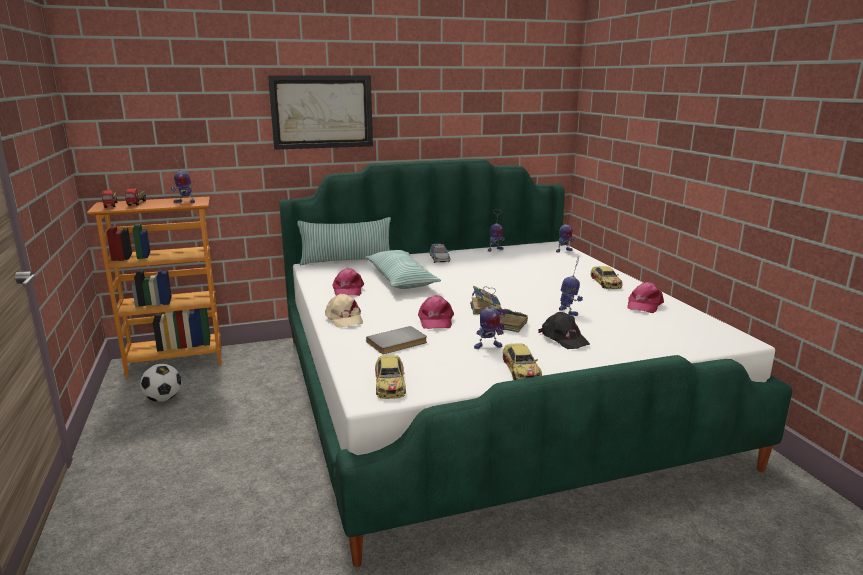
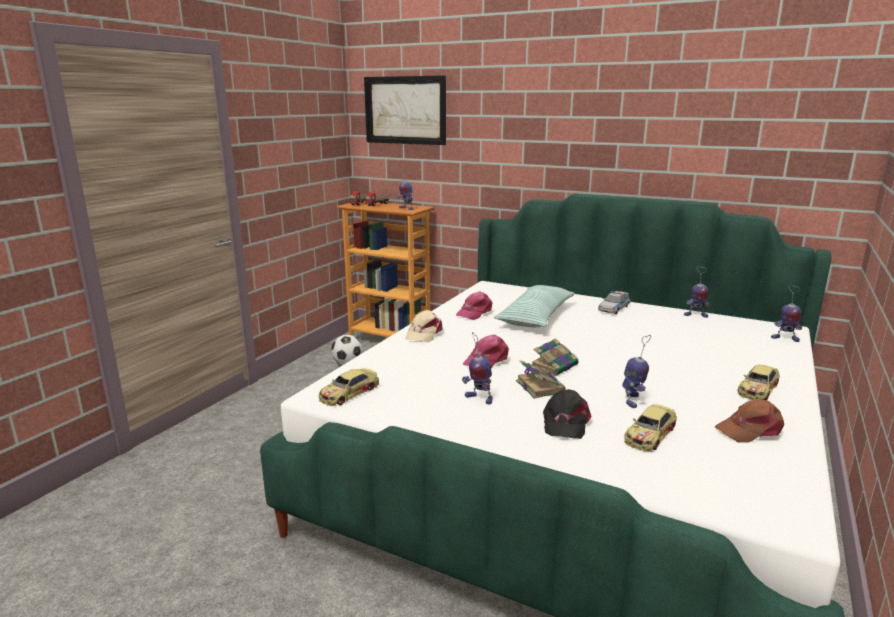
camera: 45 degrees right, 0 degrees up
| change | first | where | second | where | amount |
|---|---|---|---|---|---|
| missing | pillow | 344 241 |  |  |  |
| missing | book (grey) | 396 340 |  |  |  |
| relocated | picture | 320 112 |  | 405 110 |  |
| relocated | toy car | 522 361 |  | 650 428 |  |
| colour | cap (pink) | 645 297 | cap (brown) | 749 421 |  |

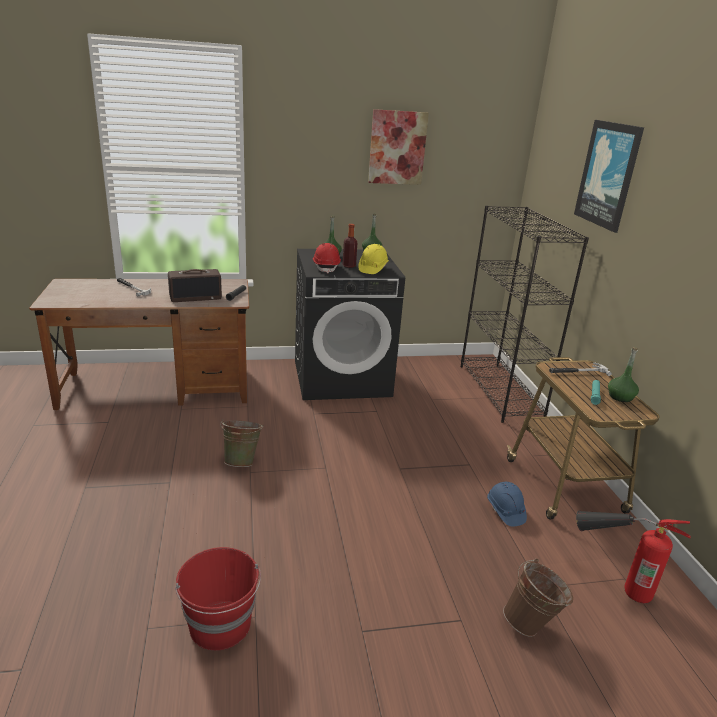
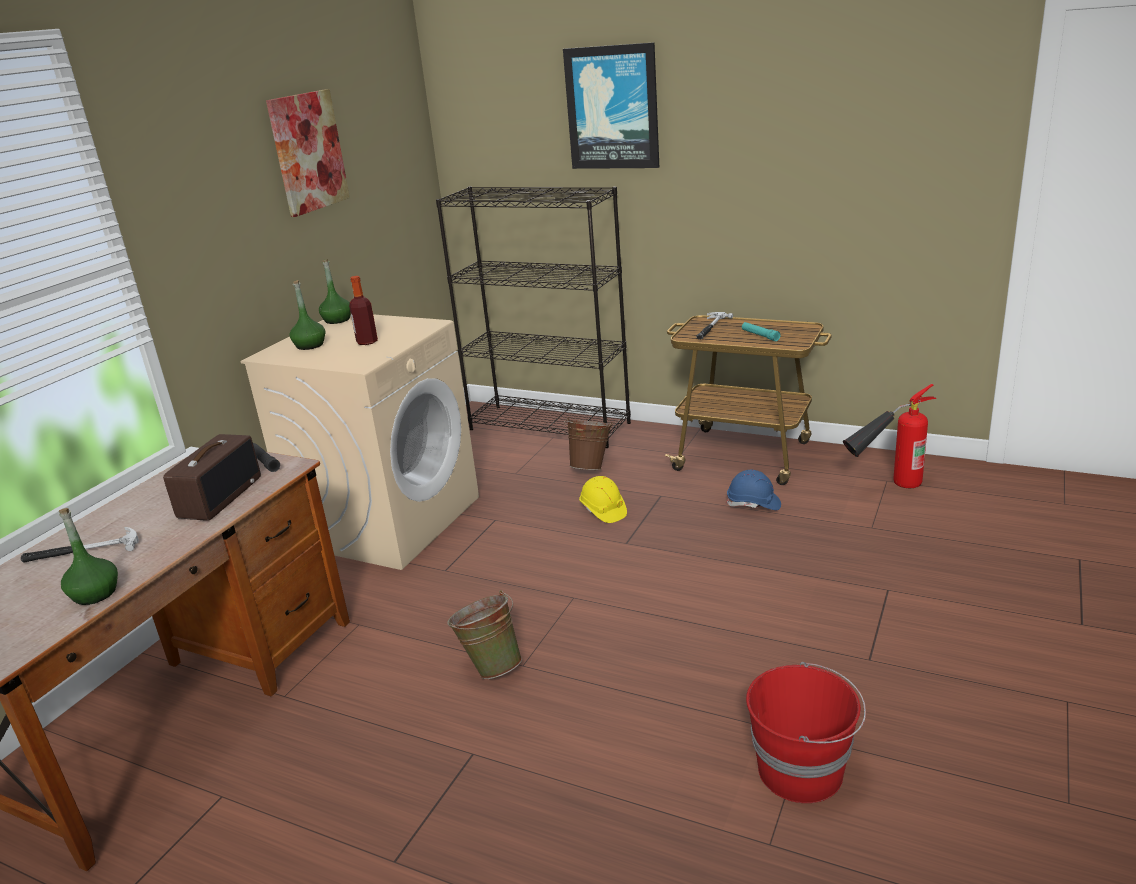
camera: 50 degrees left, 0 degrees up
| change | first | where | second | where | amount |
|---|---|---|---|---|---|
| missing | hard hat (red) | 327 258 |  |  |  |
| relocated | hard hat (yellow) | 374 259 |  | 603 499 |  |
| relocated | bucket (brown) | 538 598 |  | 588 443 |  |
| relocated | bottle (green) | 623 374 |  | 88 556 |  |
| colour | washing machine (black) | 350 324 | washing machine (beige) | 360 442 |  |

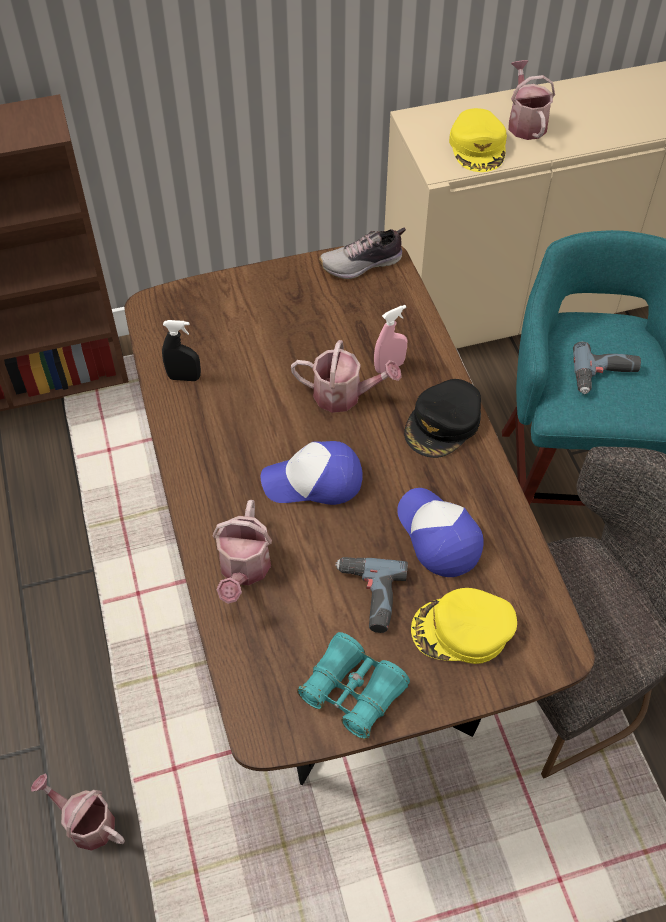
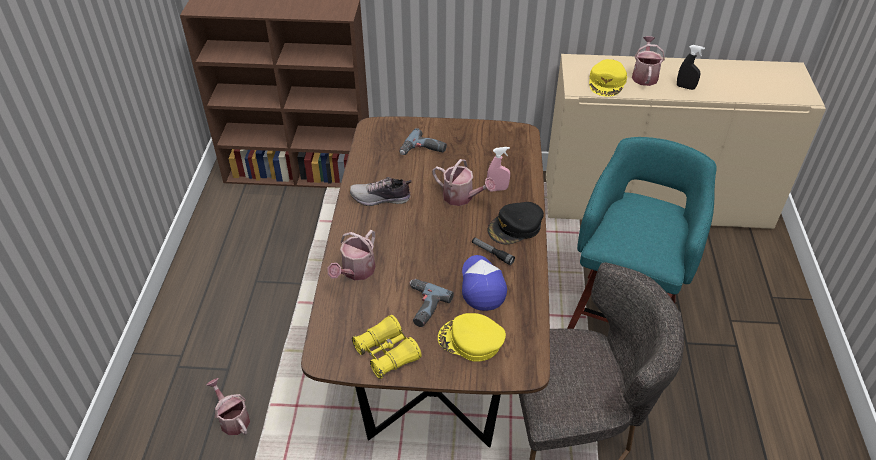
camera: 20 degrees right, 10 degrees down
| change | first | where | second | where | amount |
|---|---|---|---|---|---|
| missing | cap | 312 473 |  |  |  |
| appeared |  |  | flashlight | 493 251 |  |
| relocated | spray bottle (black) | 181 350 |  | 691 67 |  |
| relocated | shoe | 362 253 |  | 380 191 |  |
| relocated | power drill | 607 368 |  | 423 141 |  |
| colour | binoculars (turquoise) | 353 685 | binoculars (yellow) | 386 347 |  |

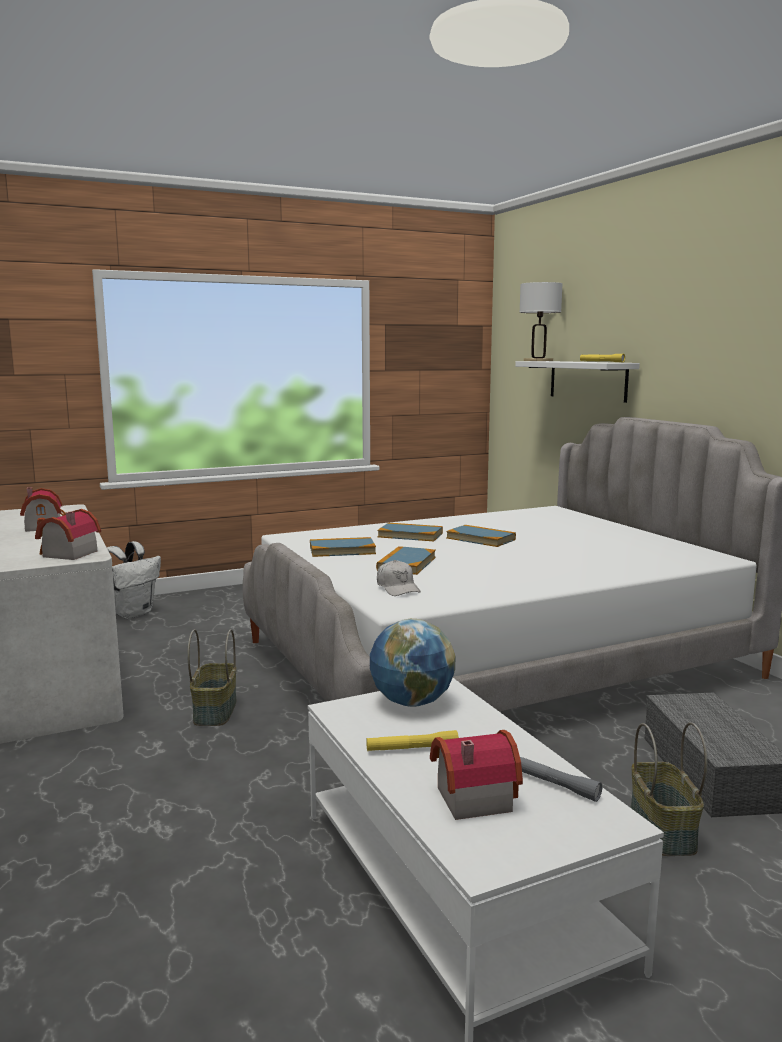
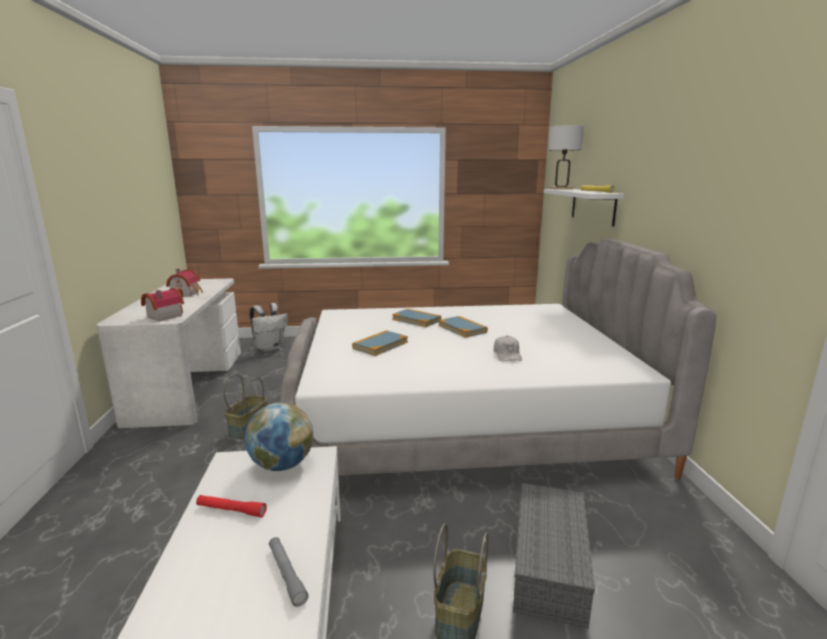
camera: 20 degrees right, 5 degrees up
| change | first | where | second | where | amount |
|---|---|---|---|---|---|
| missing | book | 343 547 |  |  |  |
| missing | toy house | 476 775 |  |  |  |
| relocated | cap (white) | 399 578 |  | 508 348 |  |
| colour | flashlight (yellow) | 412 740 | flashlight (red) | 231 506 |  |

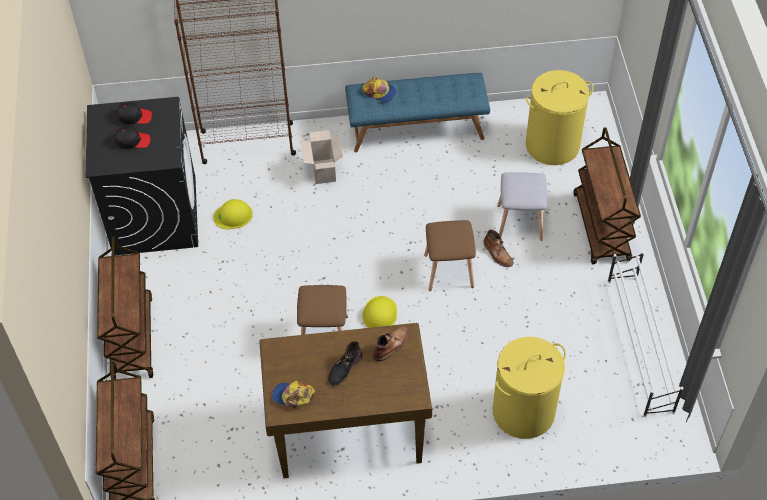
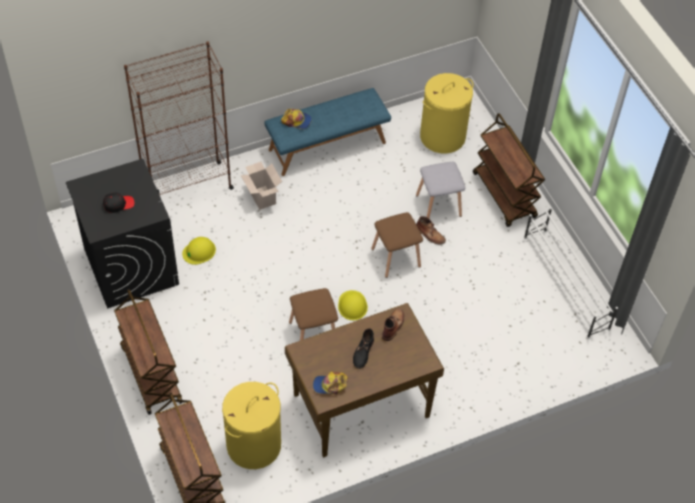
camera: 20 degrees left, 0 degrees up
| change | first | where | second | where | amount |
|---|---|---|---|---|---|
| missing | cap (black) | 134 113 |  |  |  |
| relocated | laundry basket (yellow) | 529 388 |  | 251 425 |  |

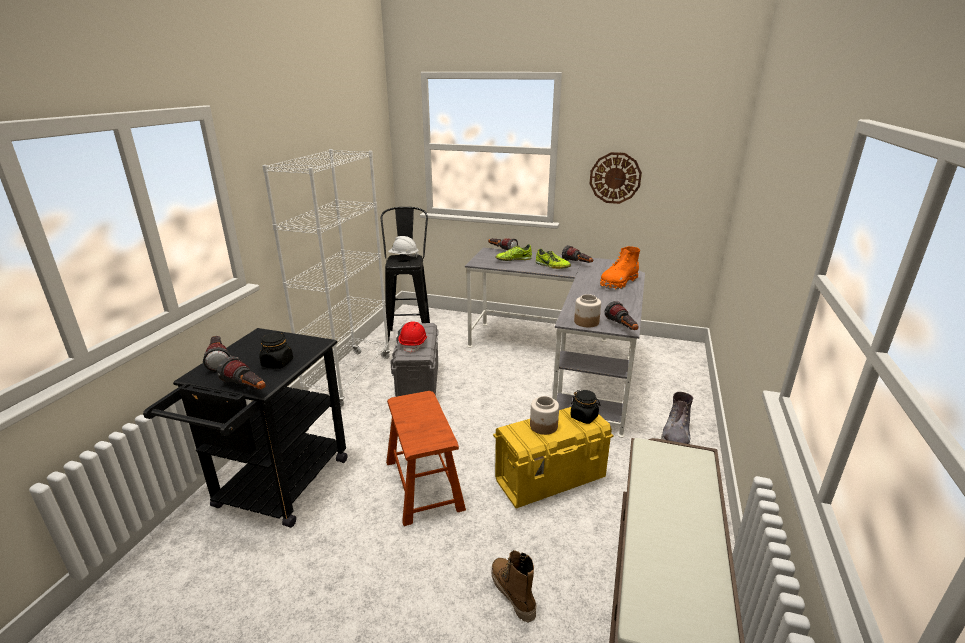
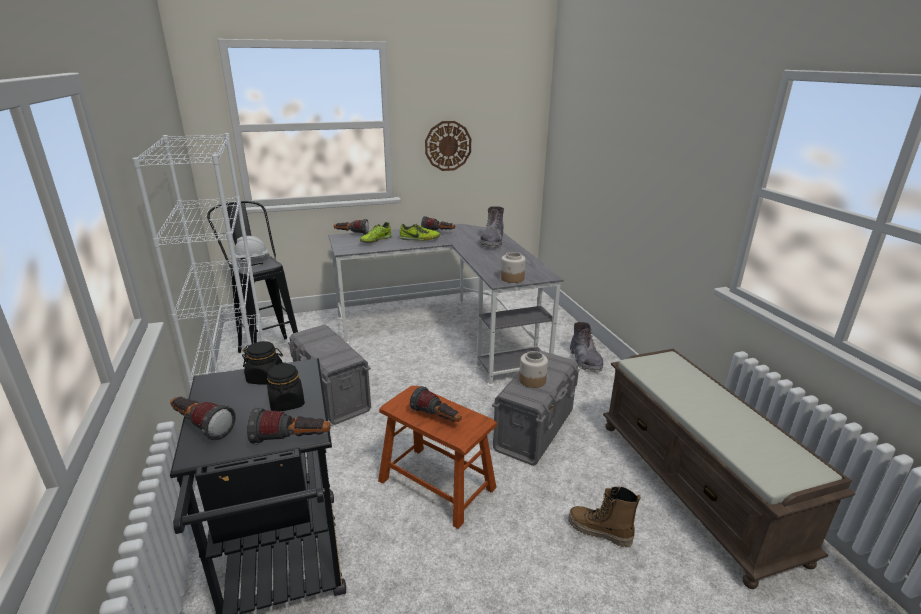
camera: 35 degrees left, 0 degrees up
| change | first | where | second | where | amount |
|---|---|---|---|---|---|
| missing | hard hat (red) | 413 337 |  |  |  |
| relocated | jar (black) | 585 407 |  | 262 363 |  |
| relocated | flashlight | 622 315 |  | 436 404 |  |
| colour | storage box (yellow) | 553 457 | storage box (grey) | 536 408 |  |
| colour | boot (orange) | 620 267 | boot (grey) | 492 227 |  |

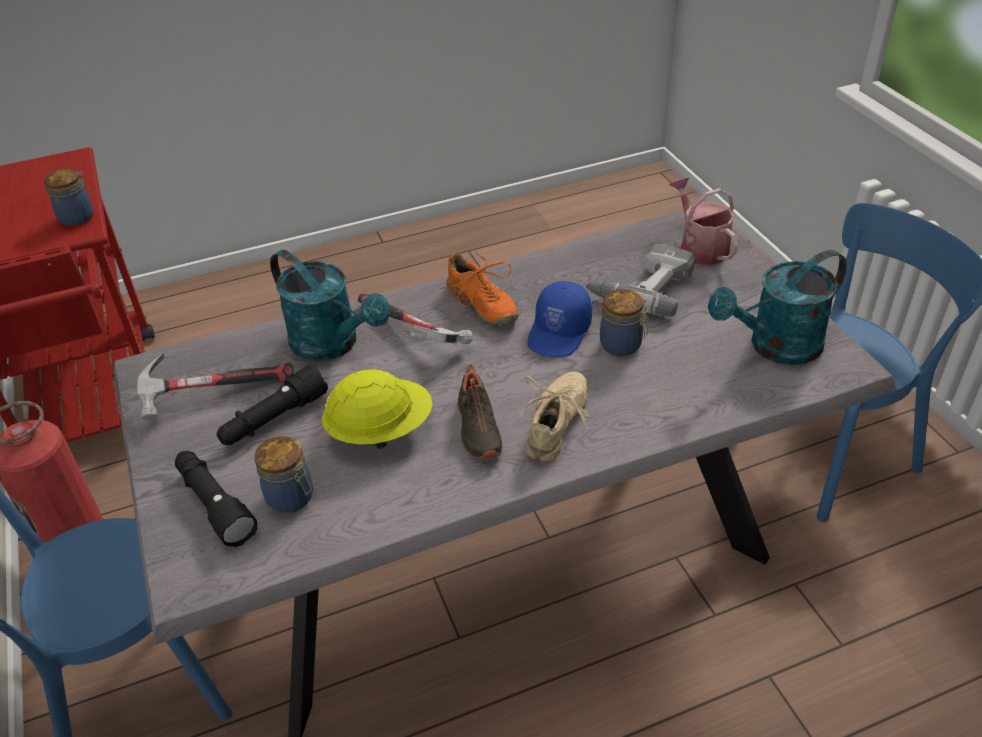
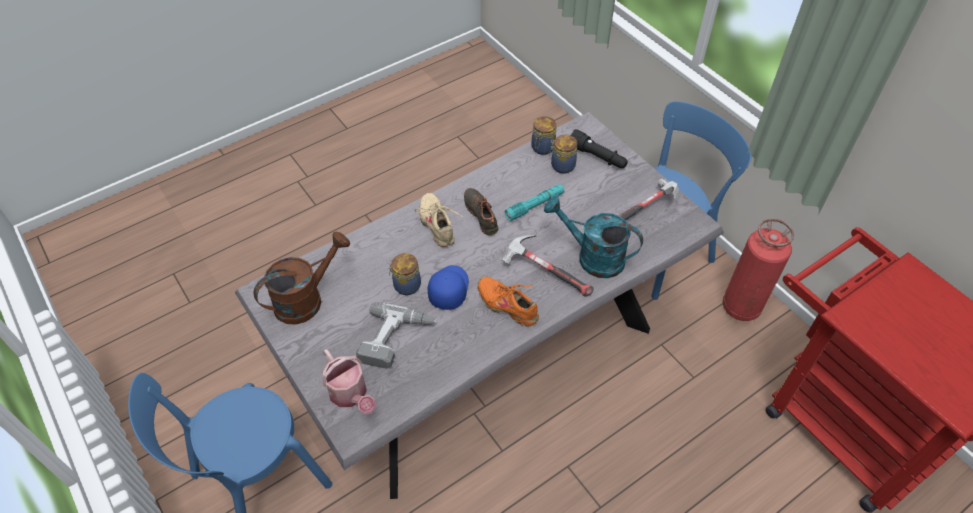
camera: 165 degrees right, 10 degrees up
| change | first | where | second | where | amount |
|---|---|---|---|---|---|
| missing | flashlight (black) | 272 405 |  |  |  |
| relocated | jar | 68 197 |  | 543 135 |  |
| exchanged | hard hat (yellow) | 377 409 | flashlight (turquoise) | 534 202 |  |
| colour | watering can (turquoise) | 777 307 | watering can (brown) | 301 278 |  |
| spun | shoe (beige) | 553 417 |  | 438 220 | 150 degrees clockwise |

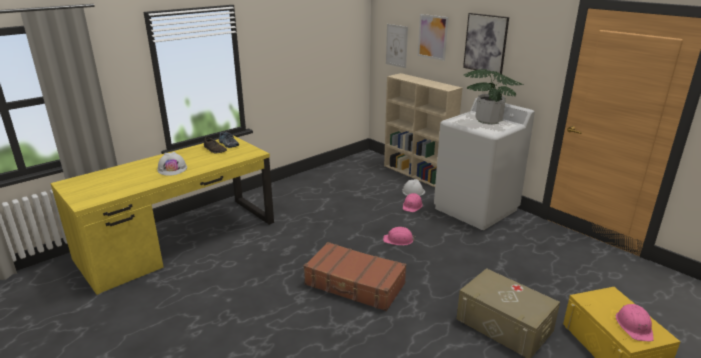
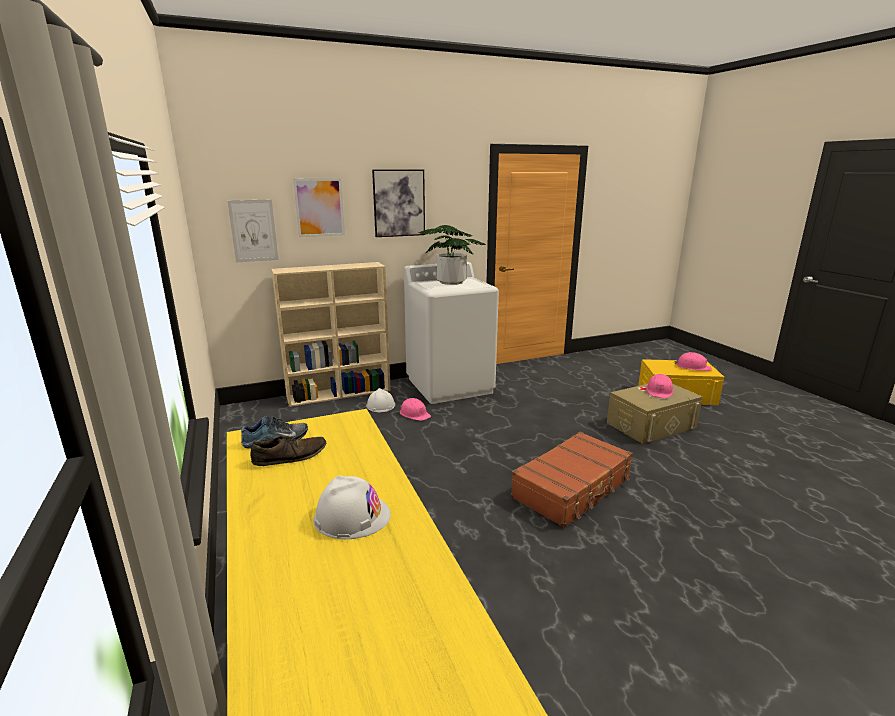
camera: 70 degrees left, 5 degrees down
| change | first | where | second | where | amount |
|---|---|---|---|---|---|
| relocated | hard hat (pink) | 399 236 |  | 660 386 |  |

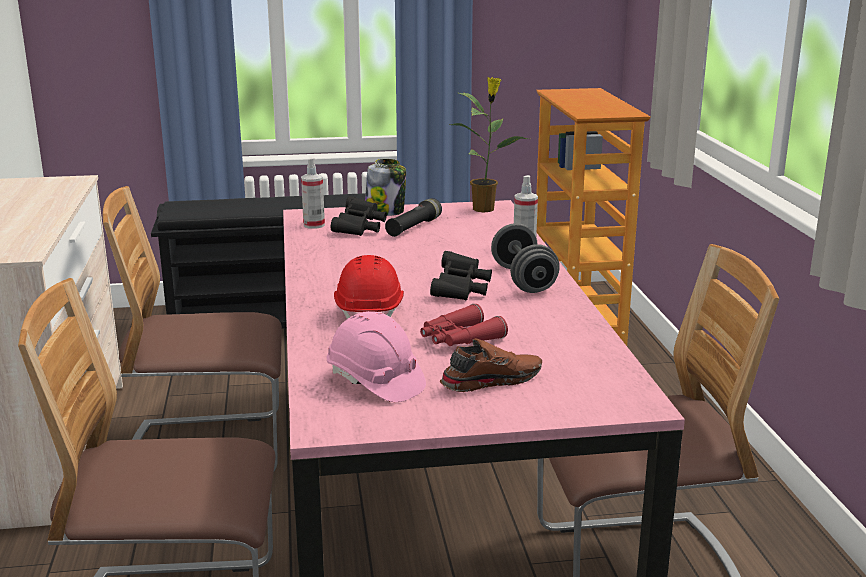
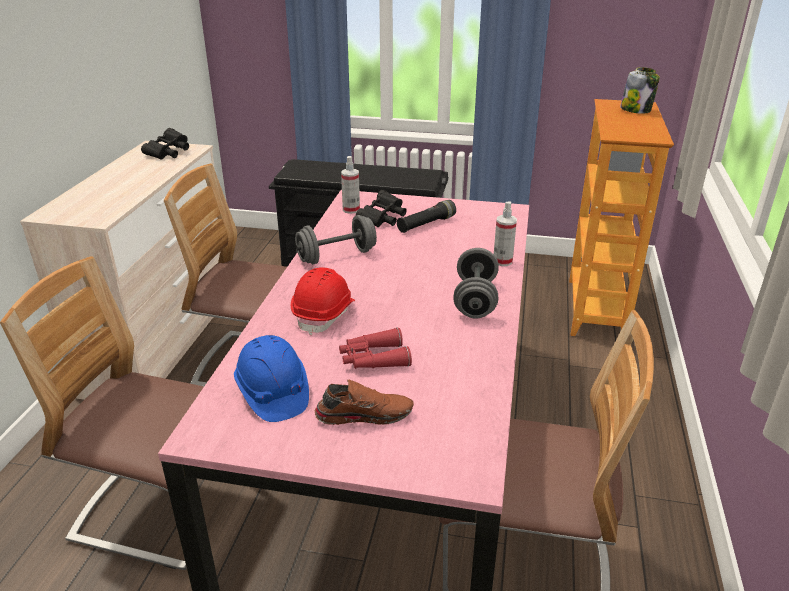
camera: 20 degrees right, 10 degrees up
| change | first | where | second | where | amount |
|---|---|---|---|---|---|
| missing | potted plant | 489 144 |  |  |  |
| appeared |  |  | dumbbell (grey) | 336 239 |  |
| relocated | jar | 385 187 |  | 640 90 |  |
| relocated | binoculars (black) | 461 275 |  | 165 143 |  |
| colour | hard hat (pink) | 376 356 | hard hat (blue) | 271 378 |  |

